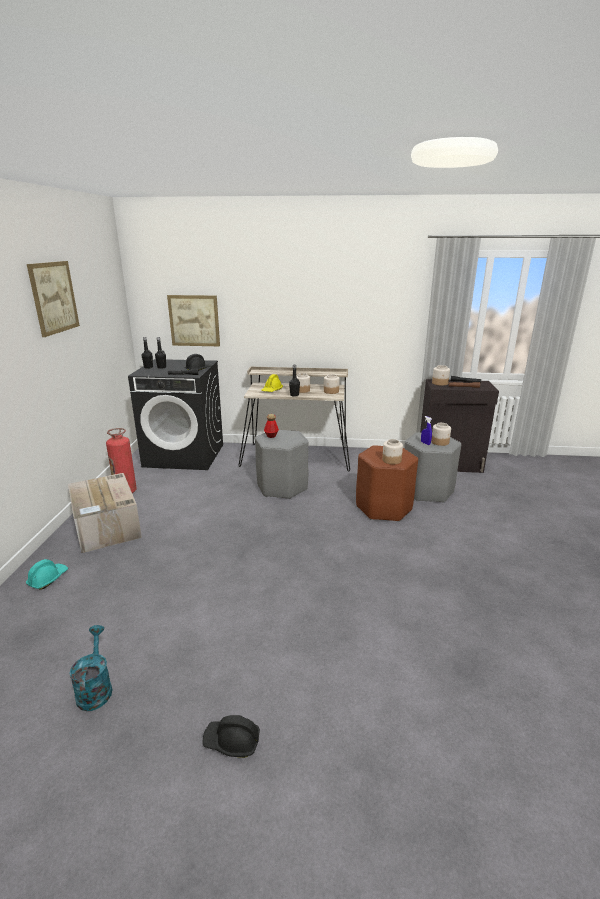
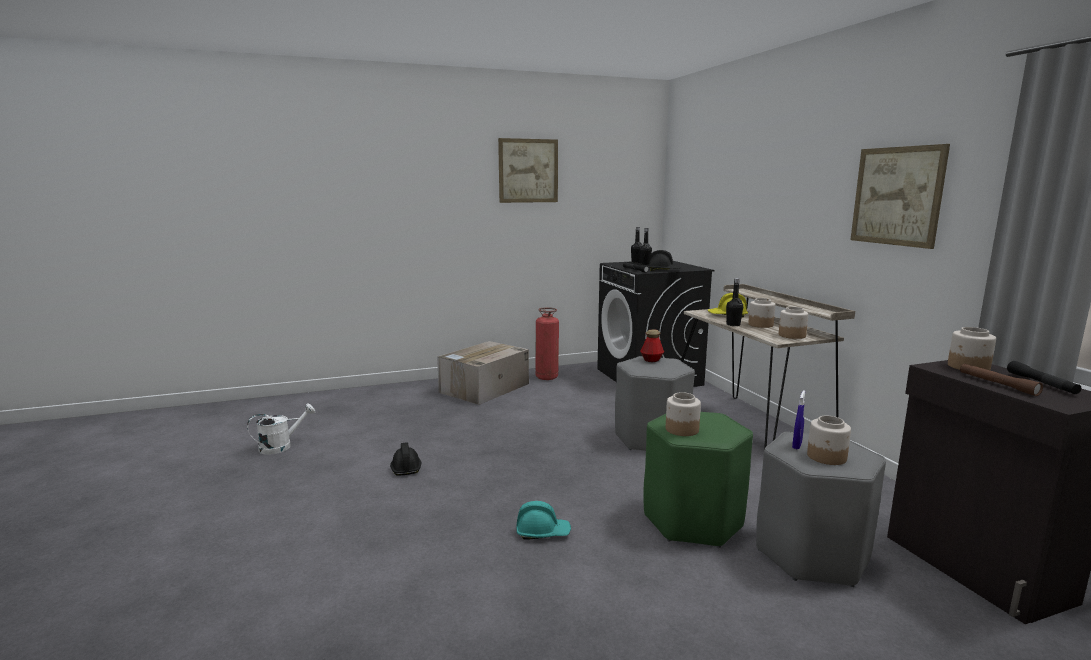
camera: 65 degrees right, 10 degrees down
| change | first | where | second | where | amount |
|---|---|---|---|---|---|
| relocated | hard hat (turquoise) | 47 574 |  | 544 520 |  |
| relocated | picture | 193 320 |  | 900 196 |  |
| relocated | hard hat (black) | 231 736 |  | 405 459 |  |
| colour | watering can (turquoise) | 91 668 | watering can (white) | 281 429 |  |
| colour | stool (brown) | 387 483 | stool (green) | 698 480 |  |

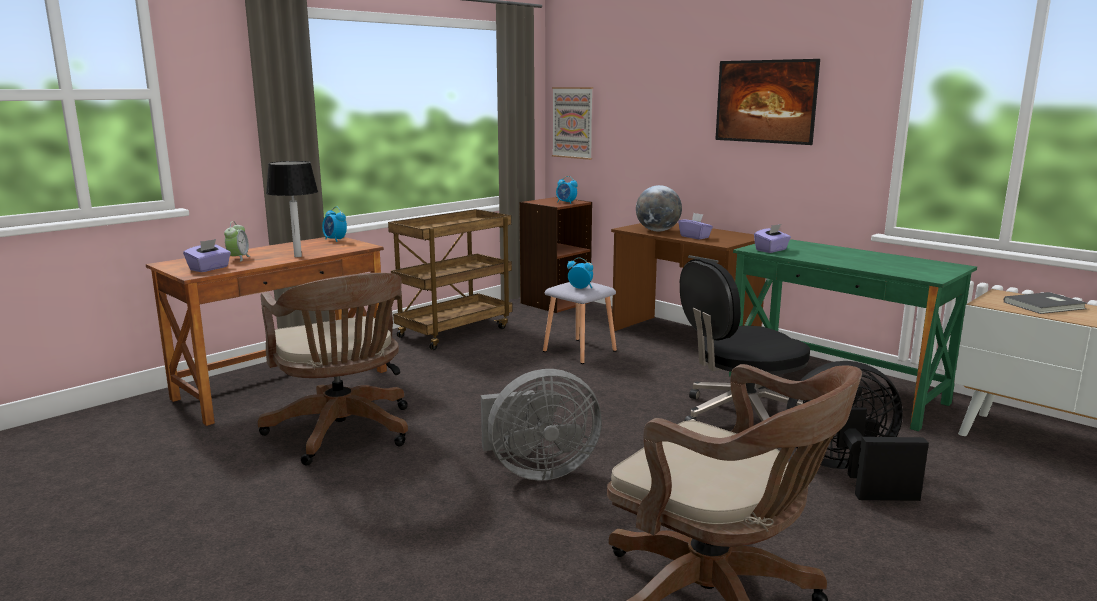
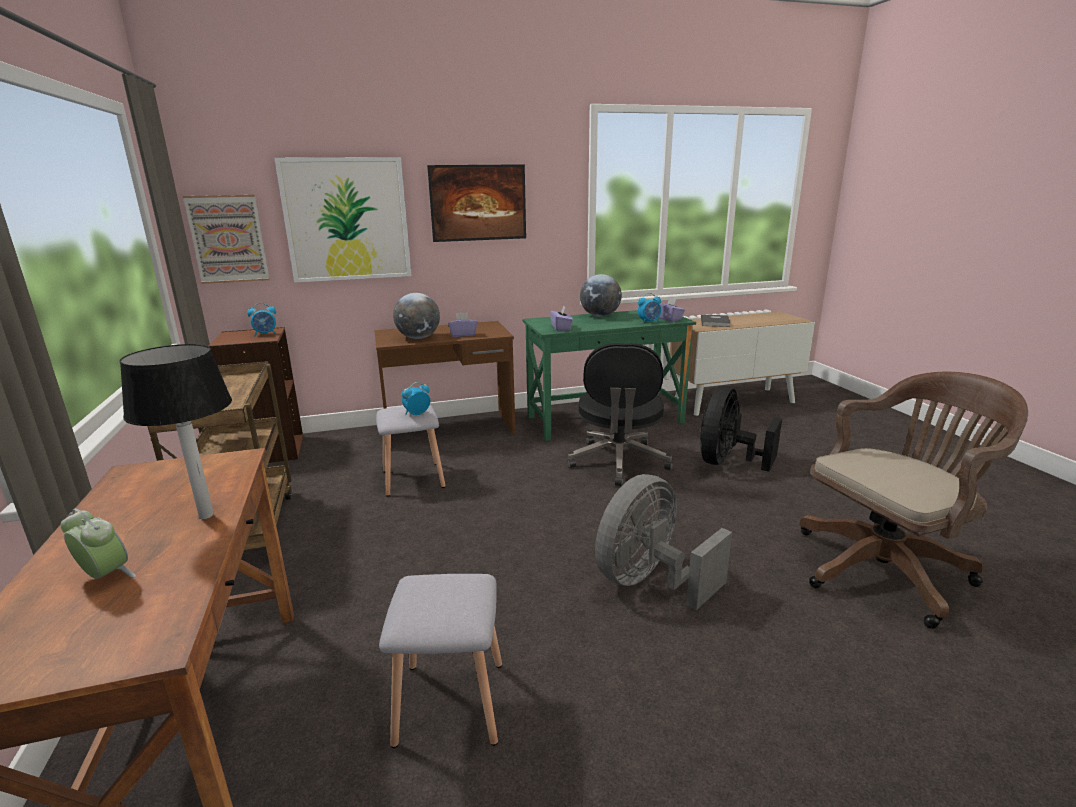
camera: 60 degrees left, 5 degrees up
| change | first | where | second | where | amount |
|---|---|---|---|---|---|
| appeared |  |  | picture | 343 220 |  |
| appeared |  |  | globe | 601 295 |  |
| relocated | tissue box (purple) | 207 255 |  | 672 309 |  |
| relocated | alarm clock | 334 224 |  | 649 308 |  |
| exchanged | office chair (brown) | 333 369 | stool (grey) | 440 661 |  |
| spun | fan (grey) | 541 425 |  | 663 542 | 150 degrees counterclockwise |

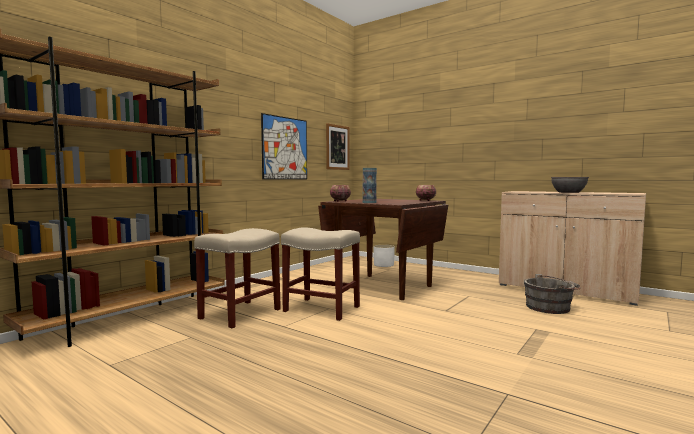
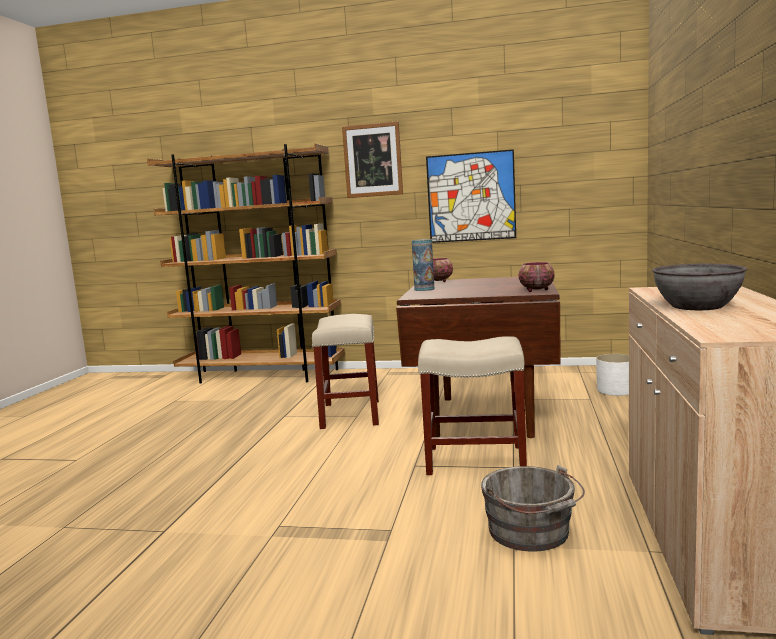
camera: 65 degrees right, 5 degrees up
| change | first | where | second | where | amount |
|---|---|---|---|---|---|
| relocated | stool (beige) | 237 278 |  | 472 405 |  |
| relocated | picture | 338 146 |  | 372 159 |  |

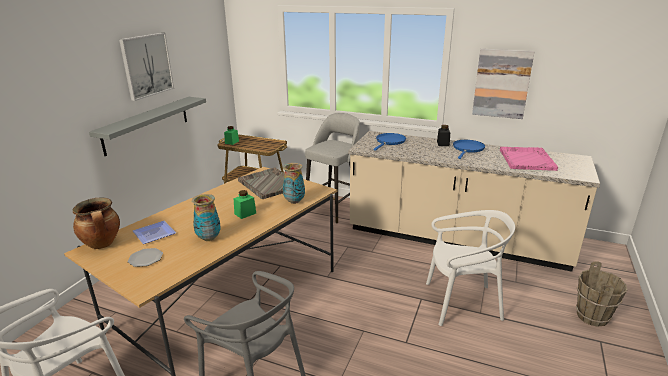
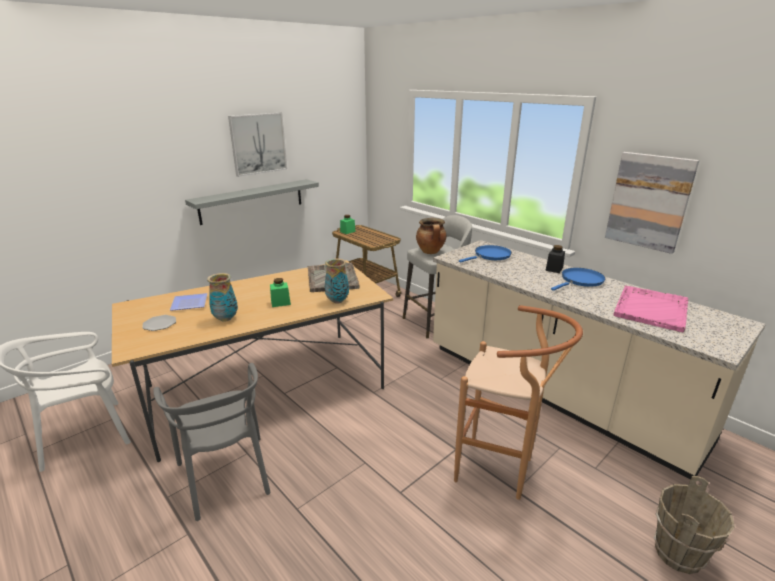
camera: 25 degrees right, 0 degrees up
| change | first | where | second | where | amount |
|---|---|---|---|---|---|
| relocated | cooking pot | 96 223 |  | 431 236 |  |
| exchanged | chair (white) | 470 268 | stool (brown) | 518 402 |  |

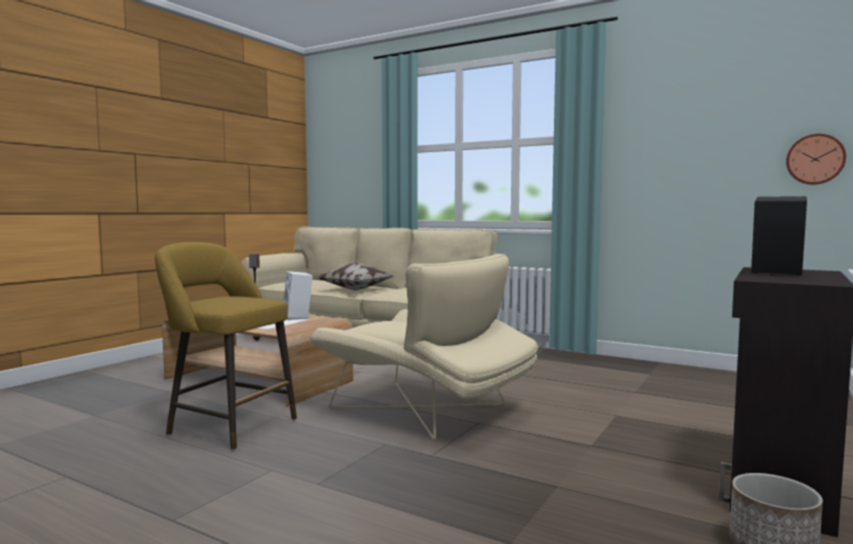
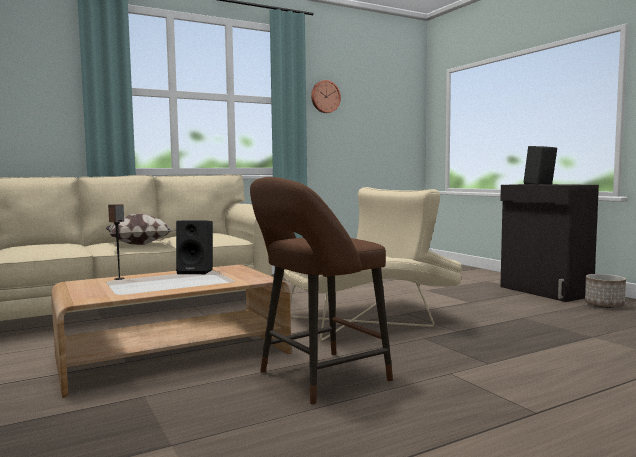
camera: 60 degrees left, 0 degrees up
| change | first | where | second | where | amount |
|---|---|---|---|---|---|
| relocated | wall clock | 816 159 |  | 326 96 |  |
| colour | stool (yellow) | 226 346 | stool (brown) | 321 291 |  |
| colour | speaker (white) | 298 295 | speaker (black) | 194 247 |  |

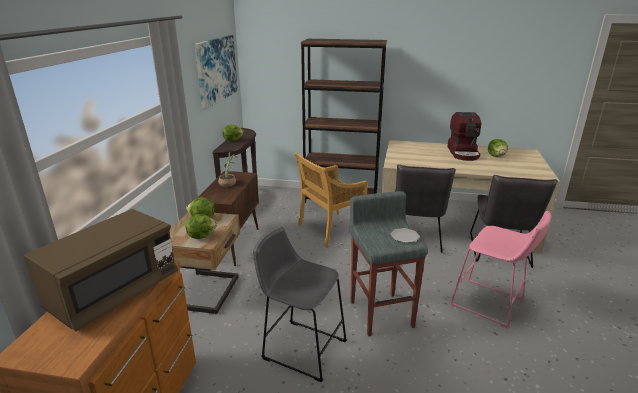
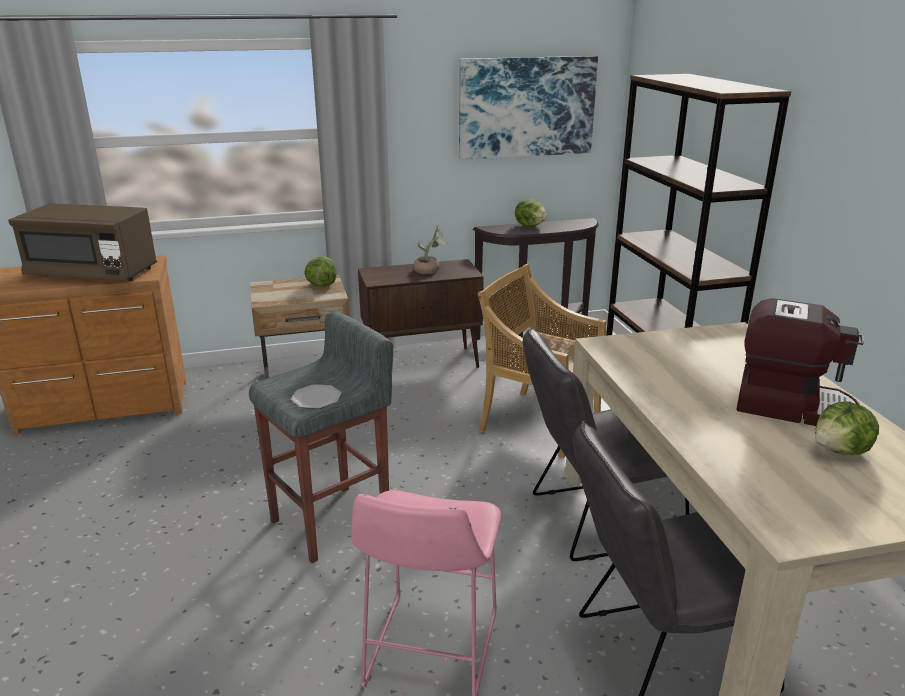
camera: 65 degrees right, 0 degrees up
| change | first | where | second | where | amount |
|---|---|---|---|---|---|
| missing | lettuce | 201 226 |  |  |  |
| missing | stool (grey) | 300 304 |  |  |  |
| spun | coffee machine | 464 136 |  | 800 362 | 135 degrees counterclockwise |

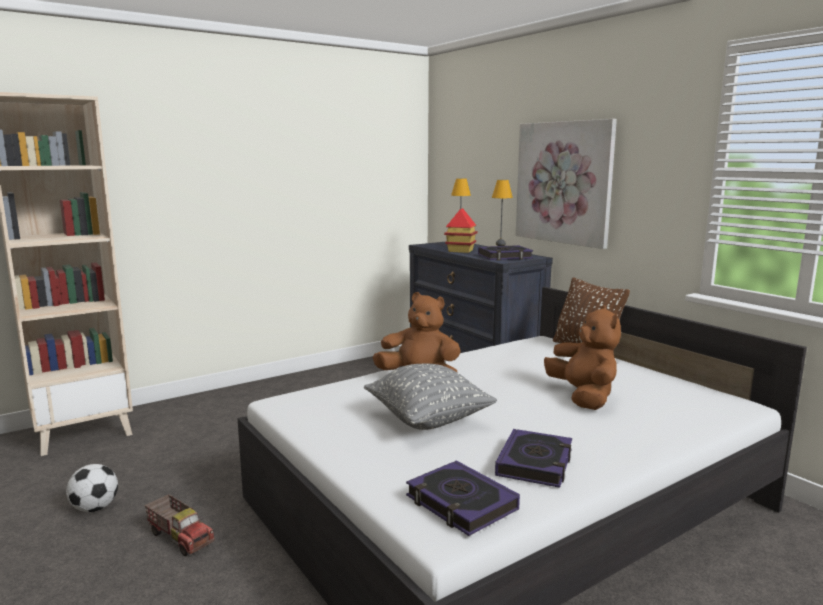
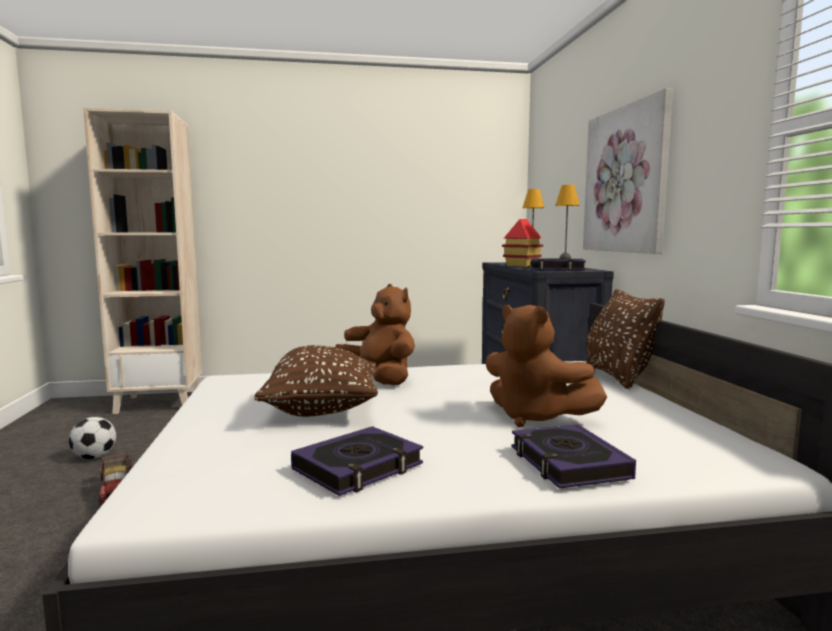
camera: 25 degrees right, 5 degrees down
| change | first | where | second | where | amount |
|---|---|---|---|---|---|
| relocated | book | 463 498 |  | 574 456 |  |
| colour | pillow (grey) | 430 397 | pillow (brown) | 316 381 |  |
| spun | plush toy (brown) | 582 357 |  | 546 365 | 120 degrees clockwise |

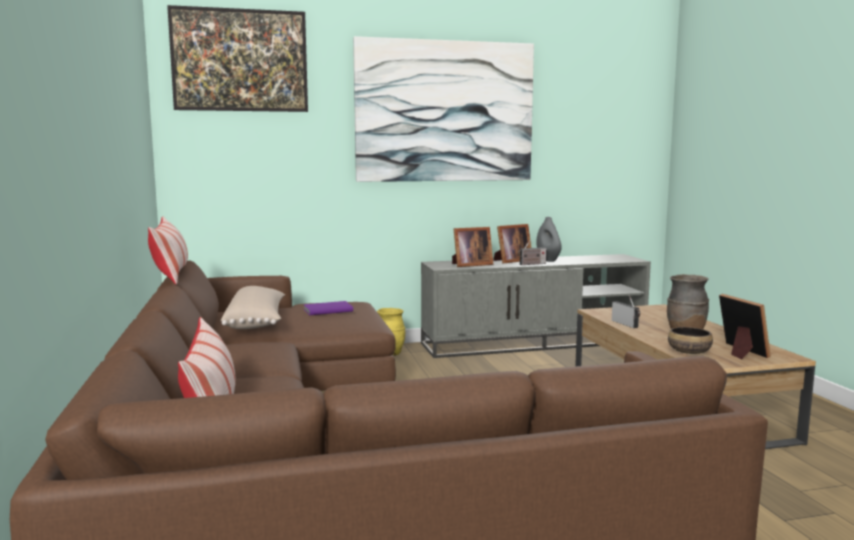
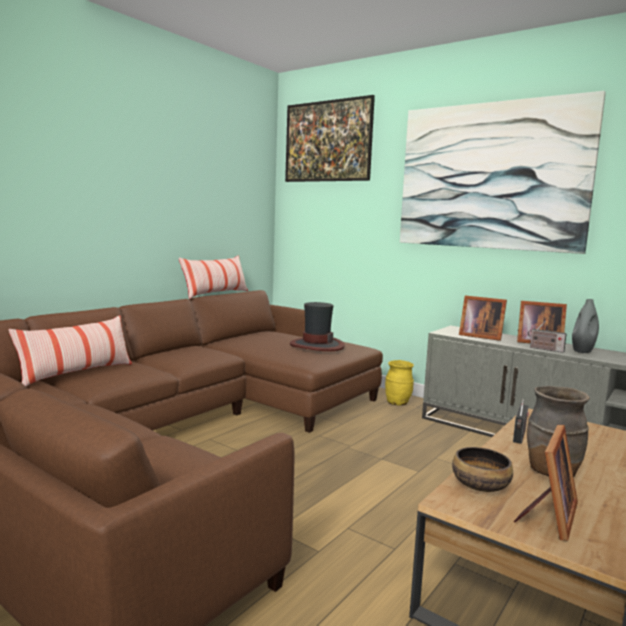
camera: 50 degrees right, 0 degrees up
| change | first | where | second | where | amount |
|---|---|---|---|---|---|
| missing | pillow (beige) | 252 307 |  |  |  |
| exchanged | book (purple) | 328 308 | hat | 317 326 |  |

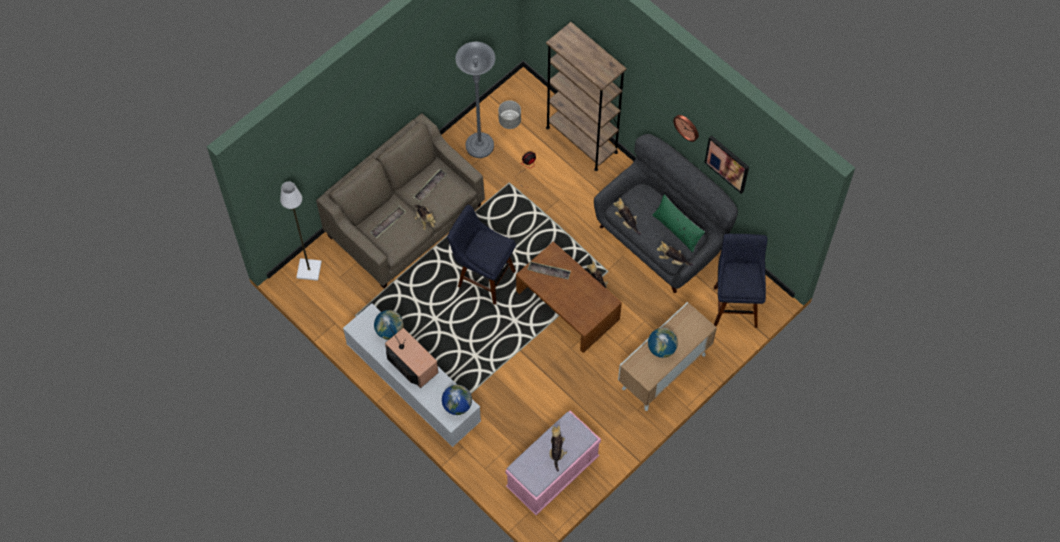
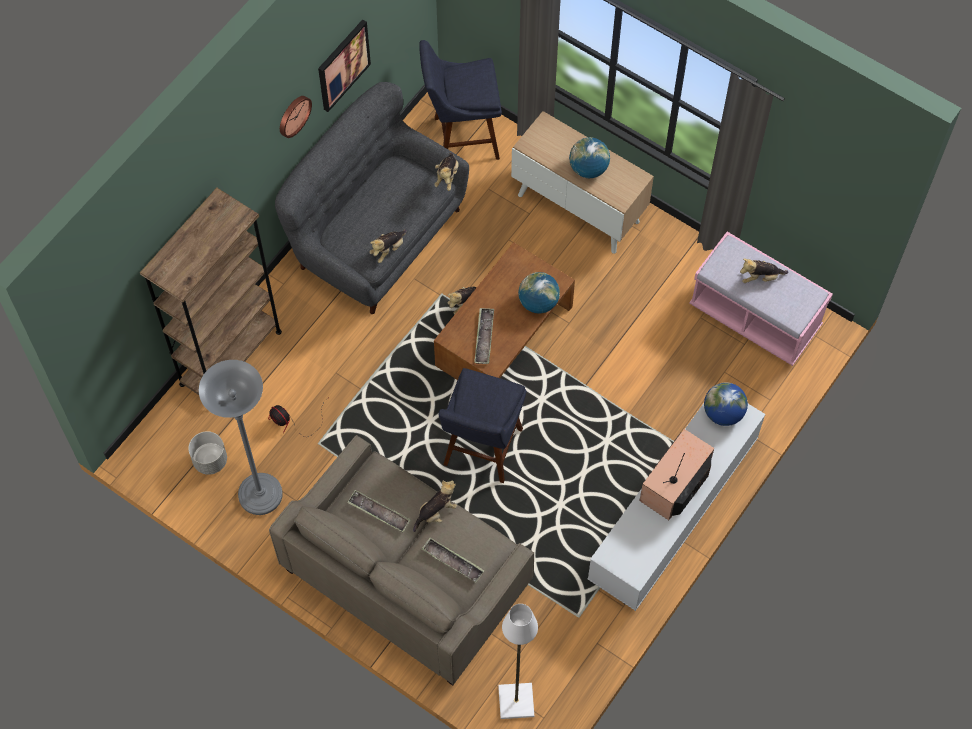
camera: 100 degrees left, 0 degrees up
| change | first | where | second | where | amount |
|---|---|---|---|---|---|
| missing | pillow (green) | 678 223 |  |  |  |
| relocated | globe | 389 325 |  | 539 293 |  |

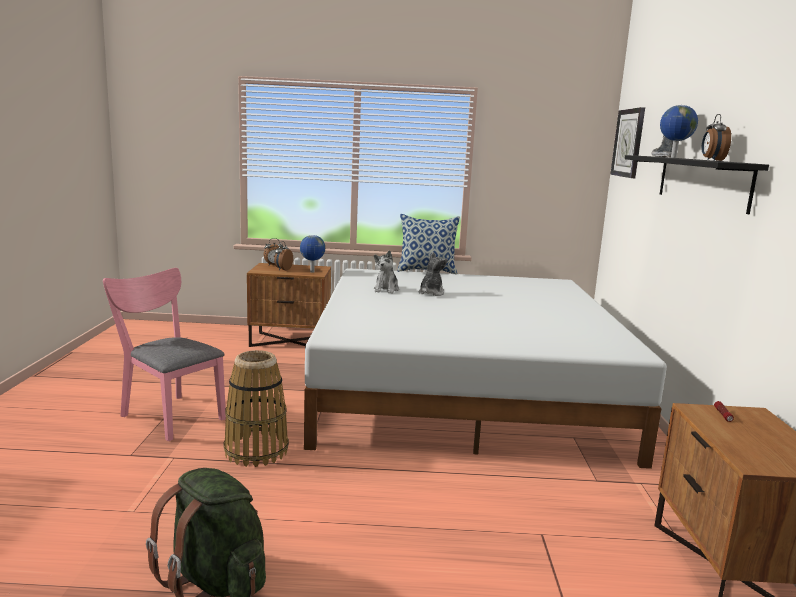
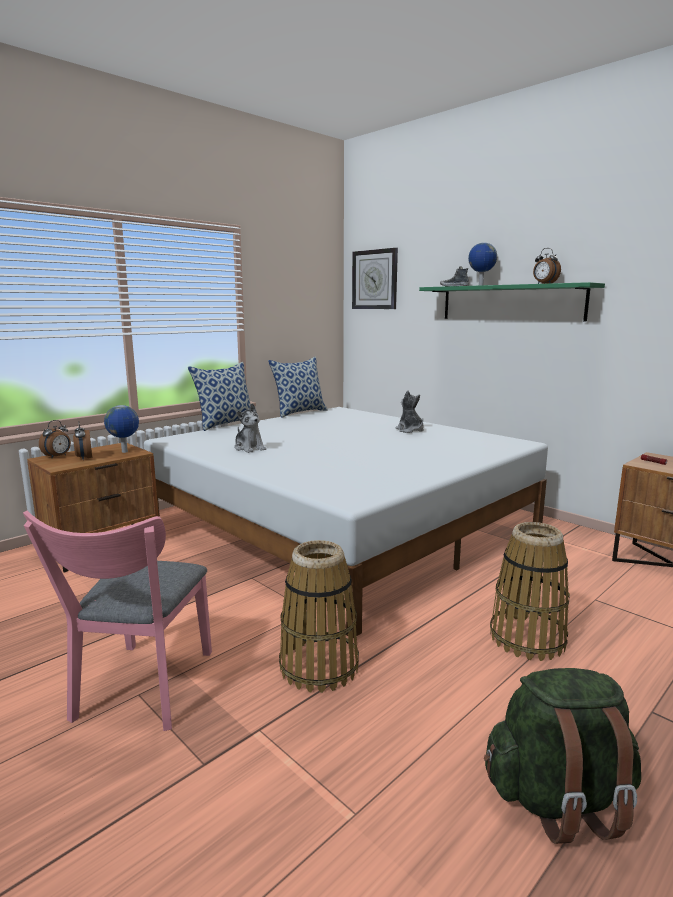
camera: 45 degrees left, 0 degrees up
| change | first | where | second | where | amount |
|---|---|---|---|---|---|
| appeared |  |  | pillow | 298 387 |  |
| appeared |  |  | basket | 530 591 |  |
| relocated | plush toy | 433 274 |  | 410 411 |  |
| colour | shelf (black) | 697 184 | shelf (green) | 512 301 |  |
| spun | chair (pink) | 164 354 |  | 117 621 | 75 degrees counterclockwise |

